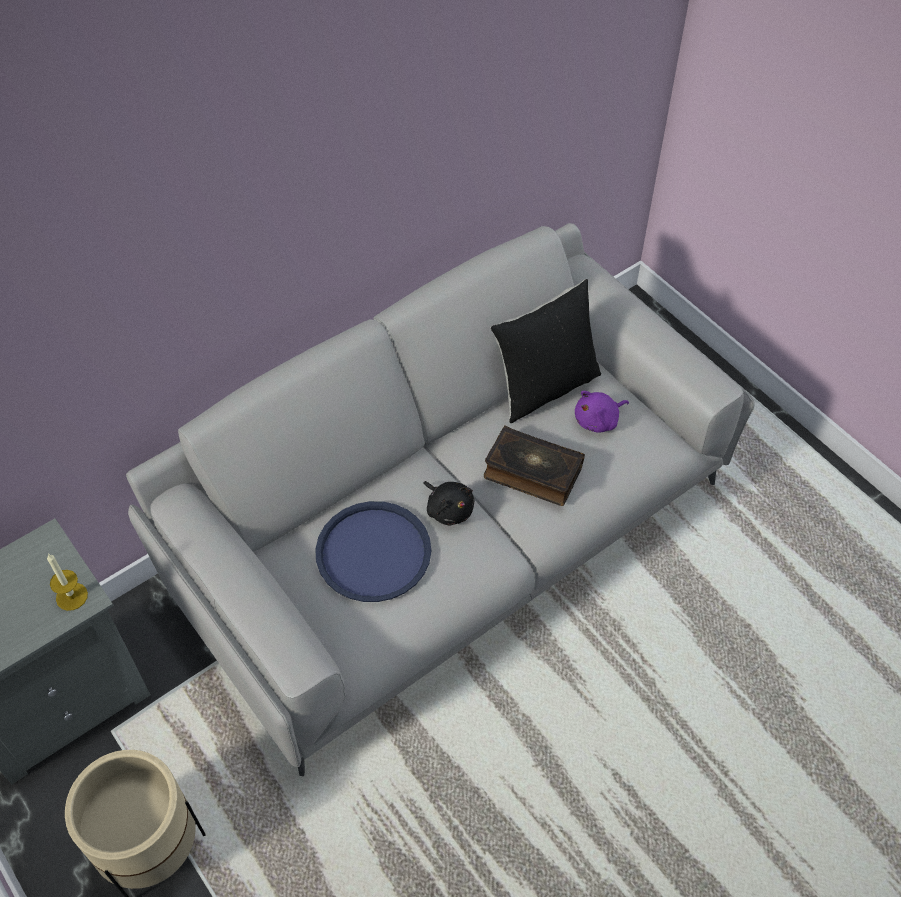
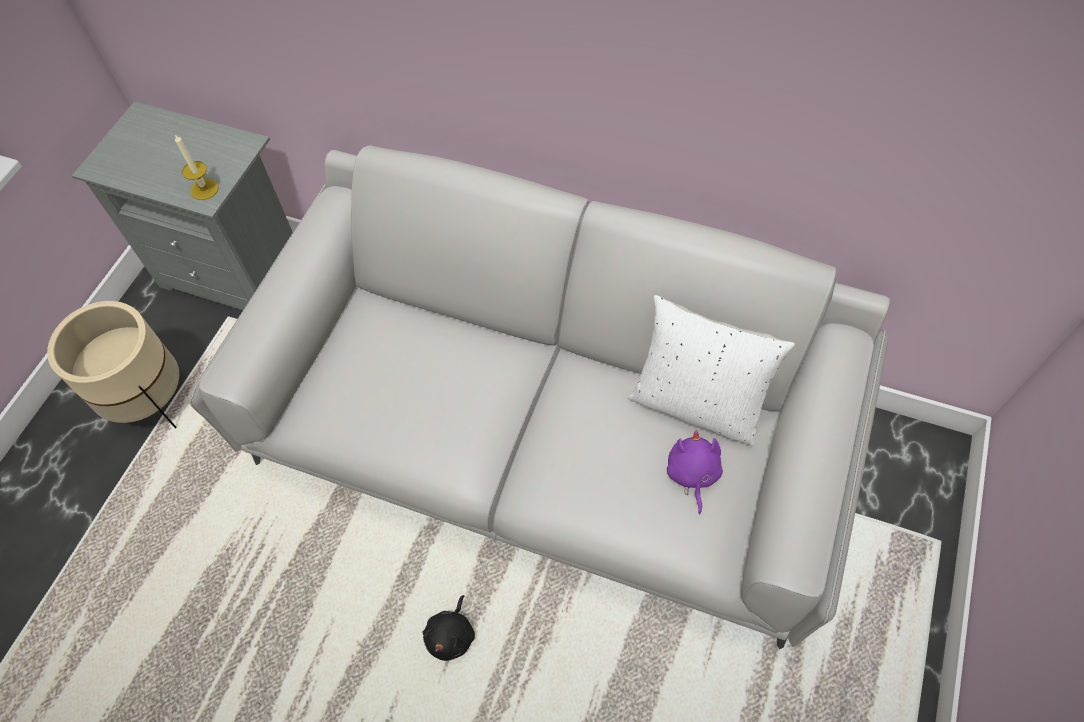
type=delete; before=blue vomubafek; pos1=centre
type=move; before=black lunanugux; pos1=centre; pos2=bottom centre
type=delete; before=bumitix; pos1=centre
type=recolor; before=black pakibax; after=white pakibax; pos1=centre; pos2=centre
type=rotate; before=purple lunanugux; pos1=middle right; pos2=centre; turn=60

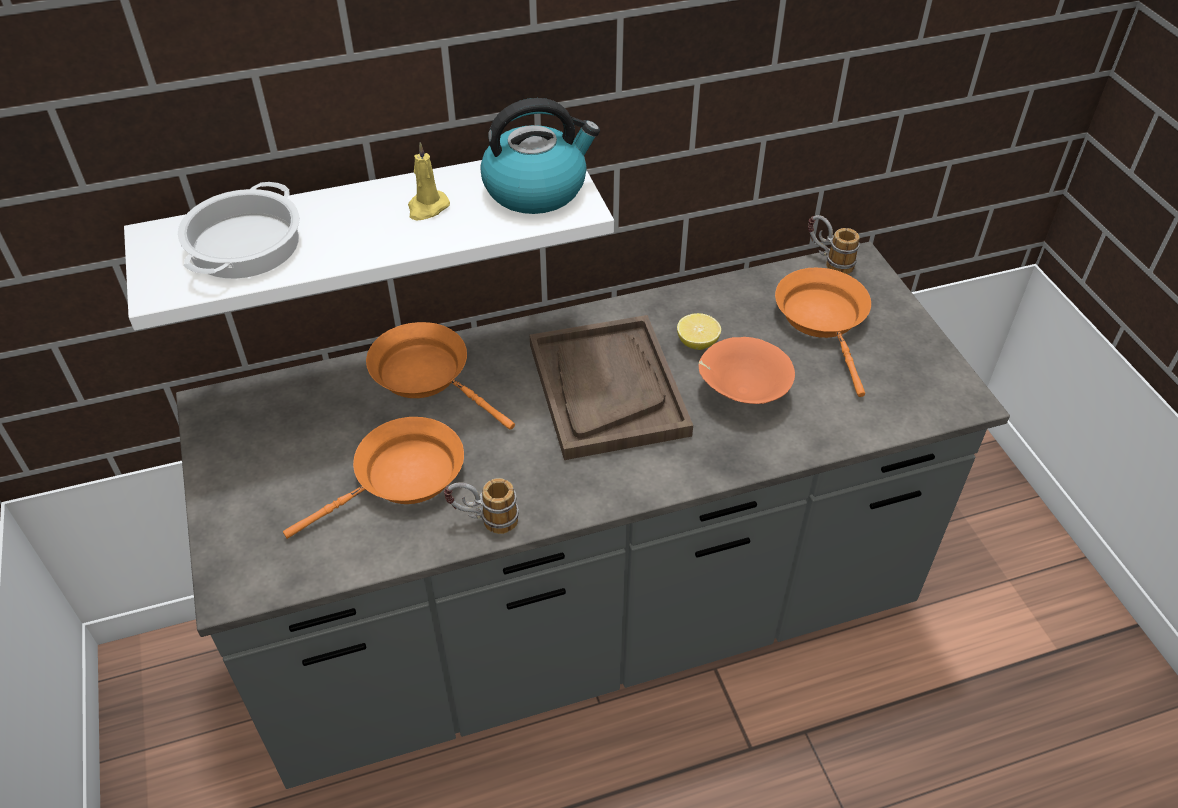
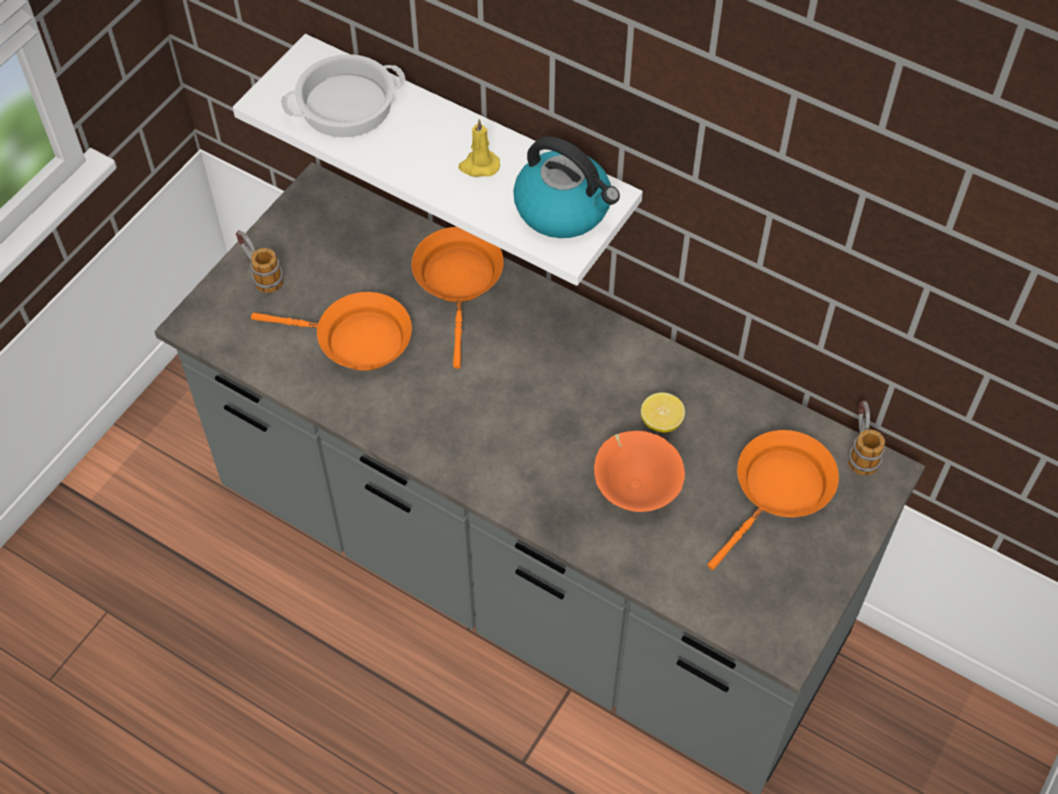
type=move; before=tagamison (1st from left); pos1=centre; pos2=top left
type=delete; before=brown vomubafek; pos1=centre

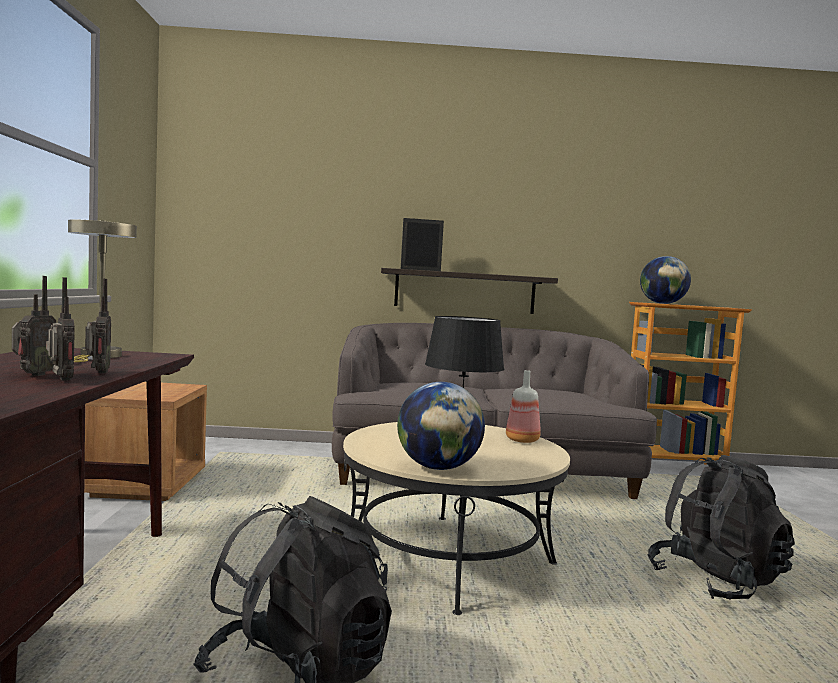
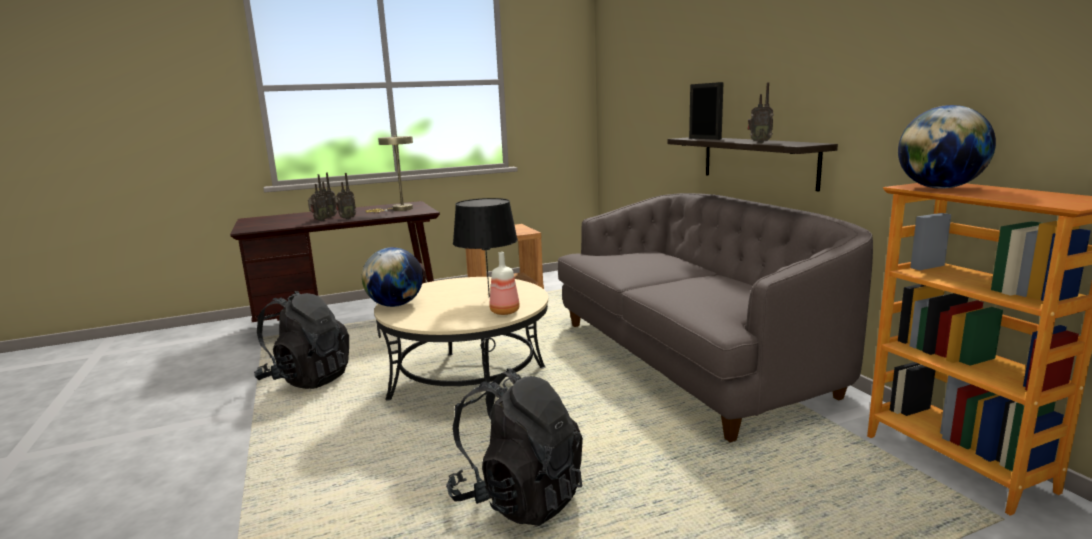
type=insert; after=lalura (4th from left); pos2=top right

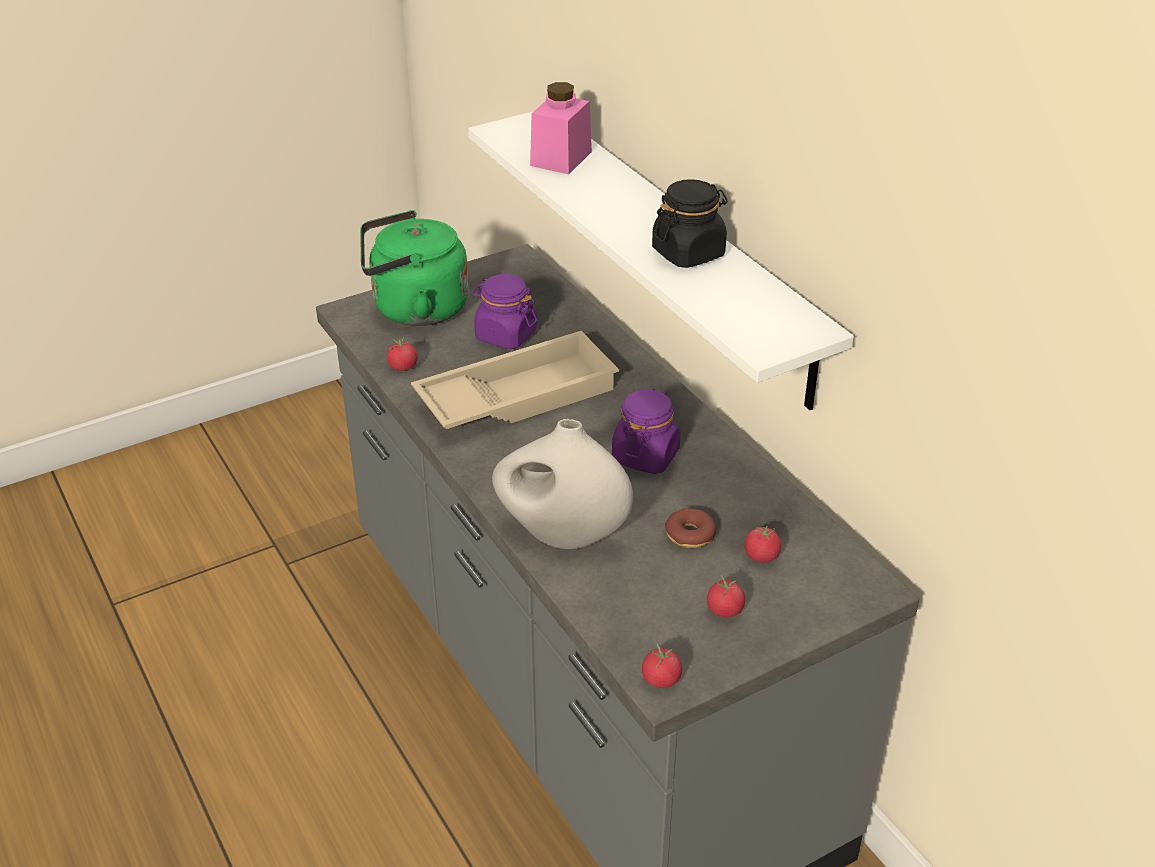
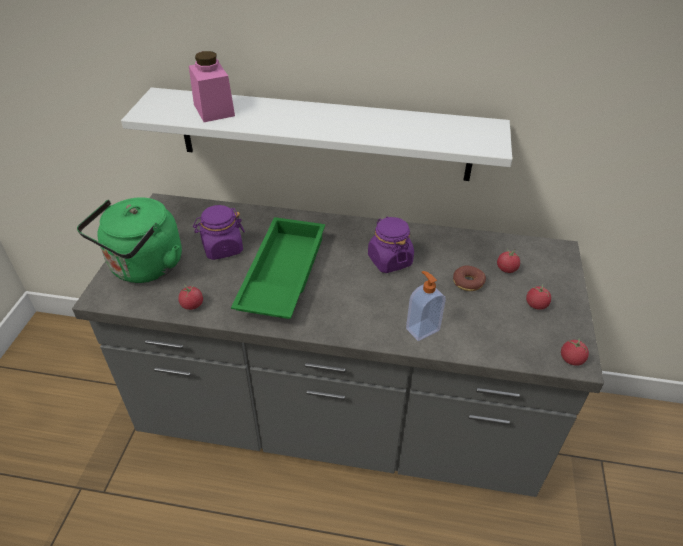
type=recolor; before=beige vomubafek; after=green vomubafek; pos1=centre; pos2=centre
type=replace; before=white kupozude; after=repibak; pos1=centre; pos2=centre
type=delete; before=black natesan; pos1=top centre

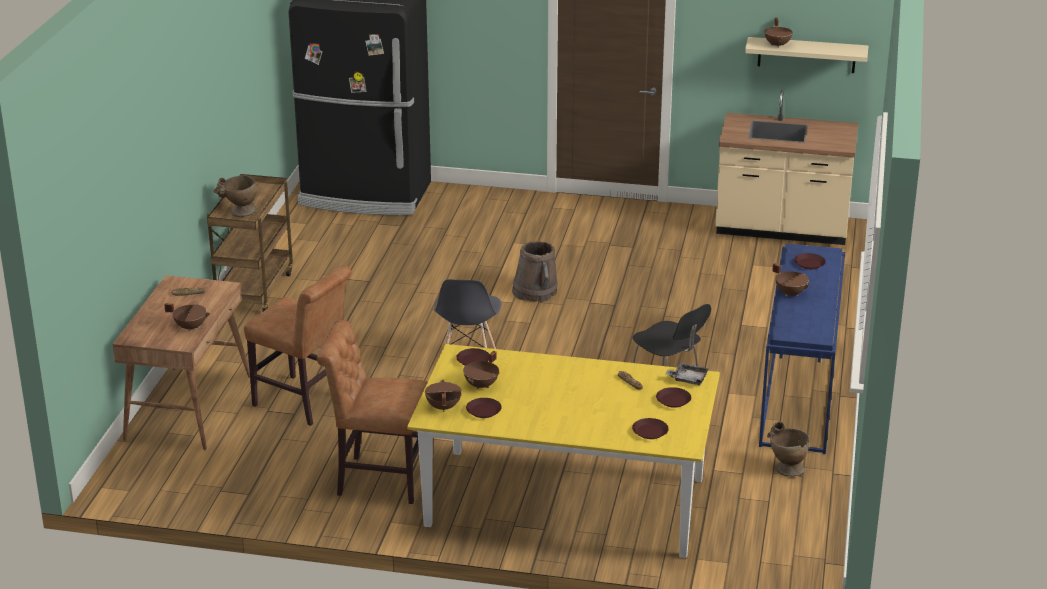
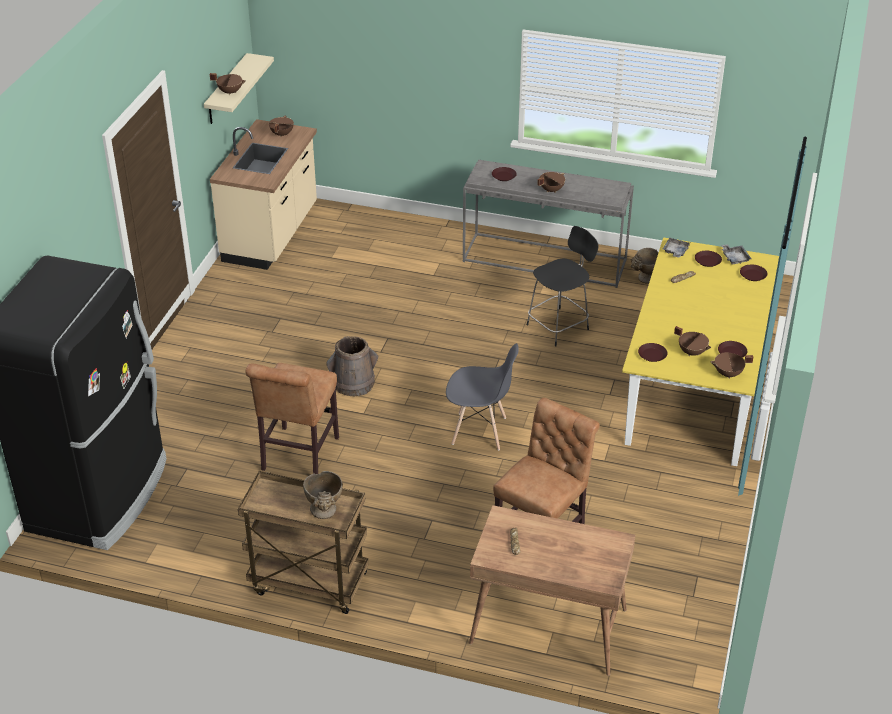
type=move; before=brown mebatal (1st from left in the first image); after=brown mebatal (2nd from left); pos1=middle left; pos2=top left
type=move; before=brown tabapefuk (2nd from left in the first image); after=brown tabapefuk (1st from left); pos1=bottom centre; pos2=middle left
type=recolor; before=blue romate; after=grey romate; pos1=middle right; pos2=top centre
type=insert; after=grey vomubafek (2nd from left); pos2=middle right

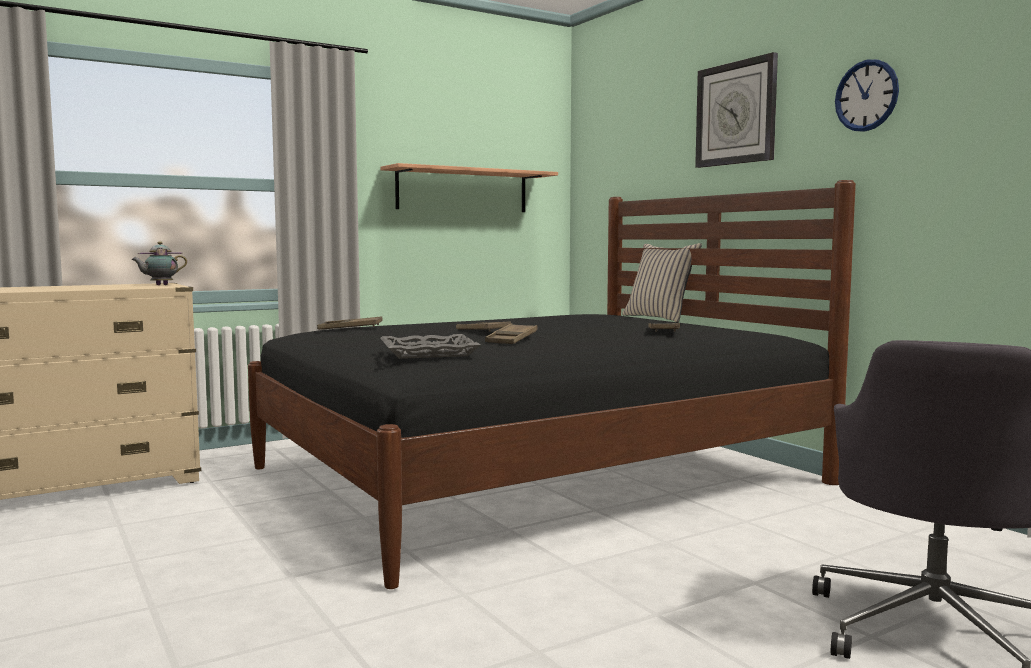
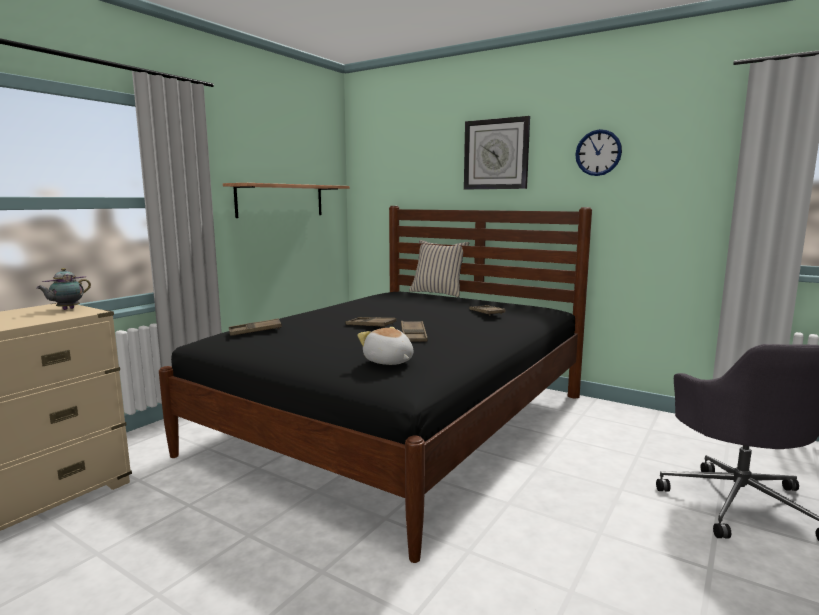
type=replace; before=grey vomubafek; after=lunanugux; pos1=centre; pos2=centre

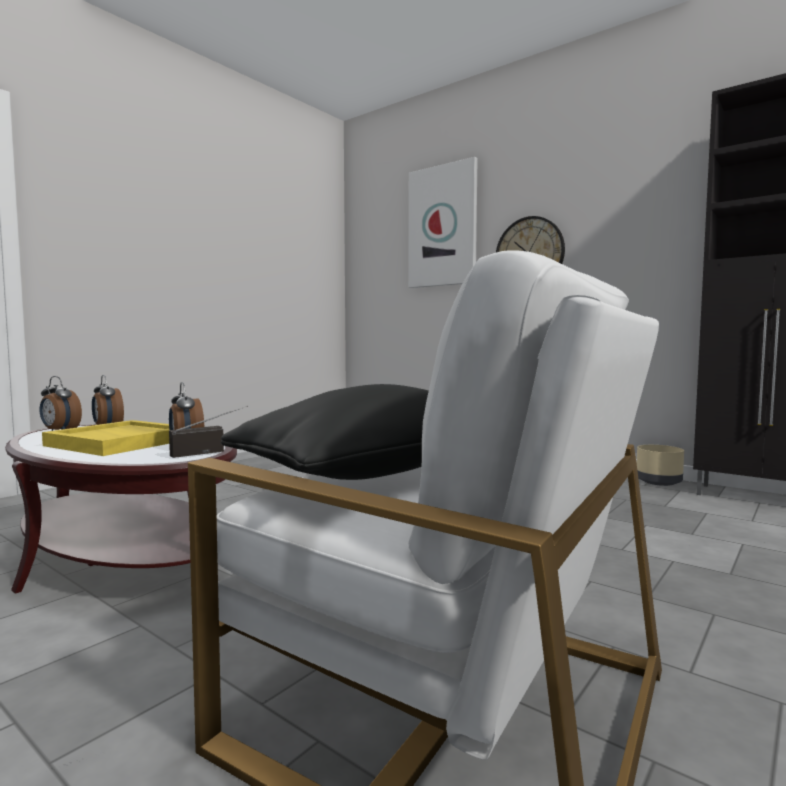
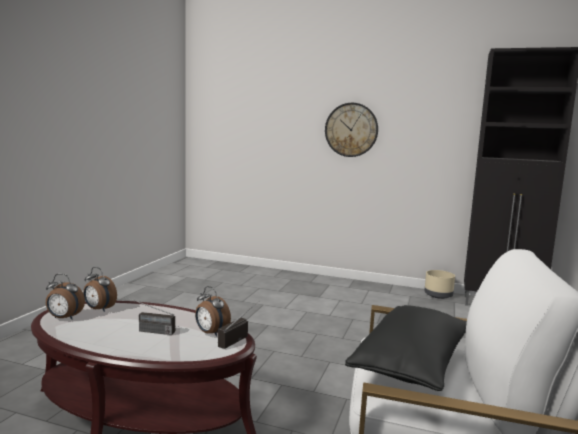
type=replace; before=yellow vomubafek; after=lalura (1st from left); pos1=middle left; pos2=bottom left
type=delete; before=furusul; pos1=top centre

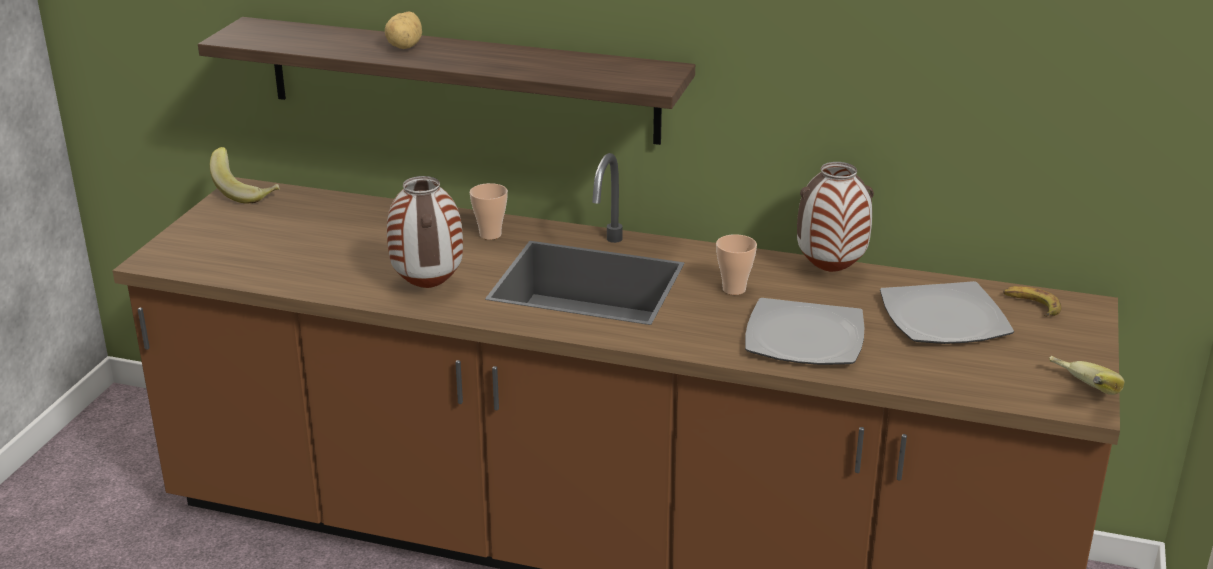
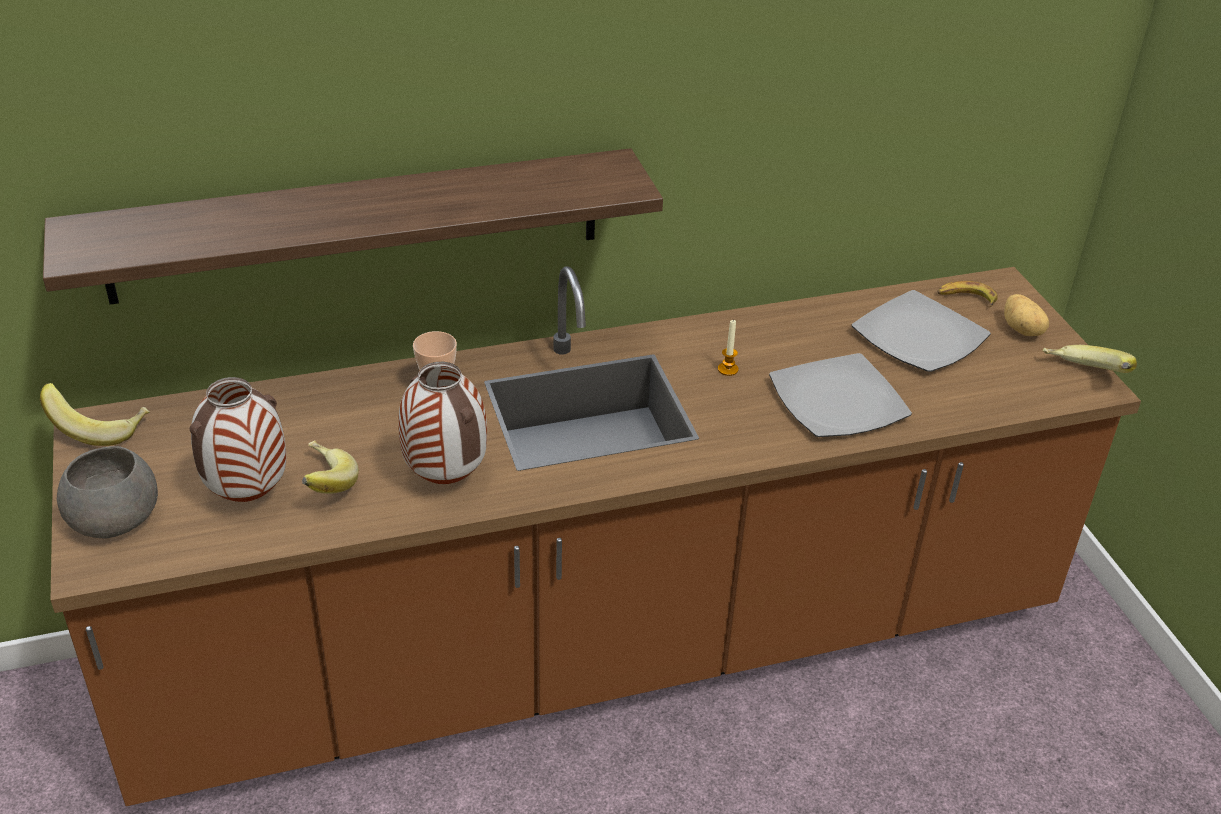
type=move; before=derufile; pos1=top left; pos2=middle right
type=replace; before=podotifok (2nd from left); after=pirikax; pos1=centre; pos2=centre
type=move; before=kupozude (2nd from left in the first image); after=kupozude (1st from left); pos1=middle right; pos2=middle left
type=insert; after=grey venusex; pos2=middle left
type=insert; after=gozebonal (2nd from left); pos2=middle left

